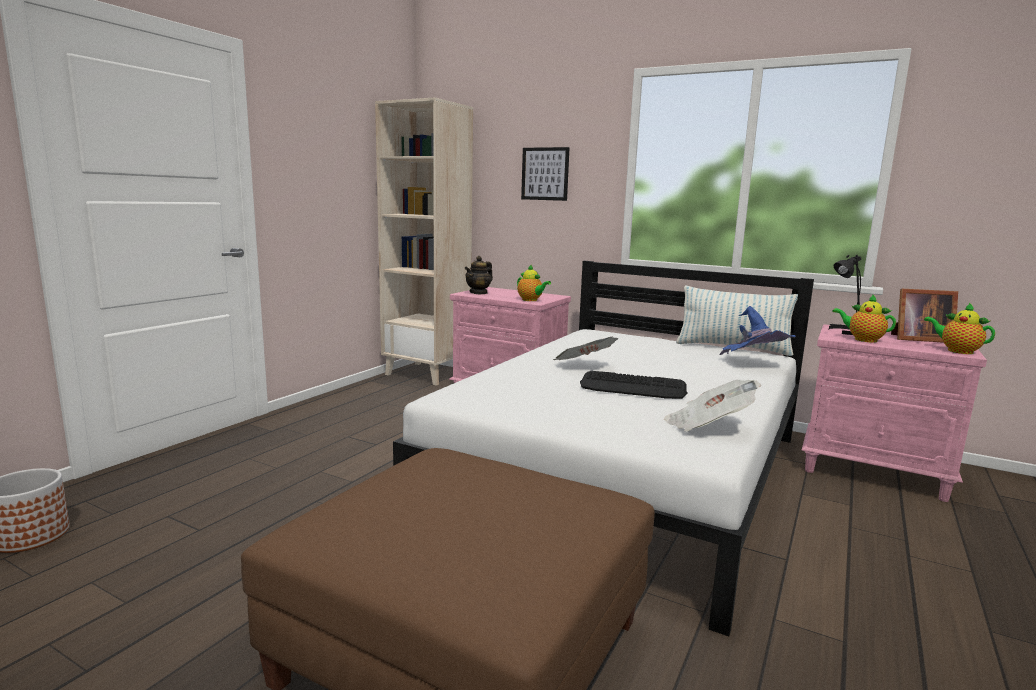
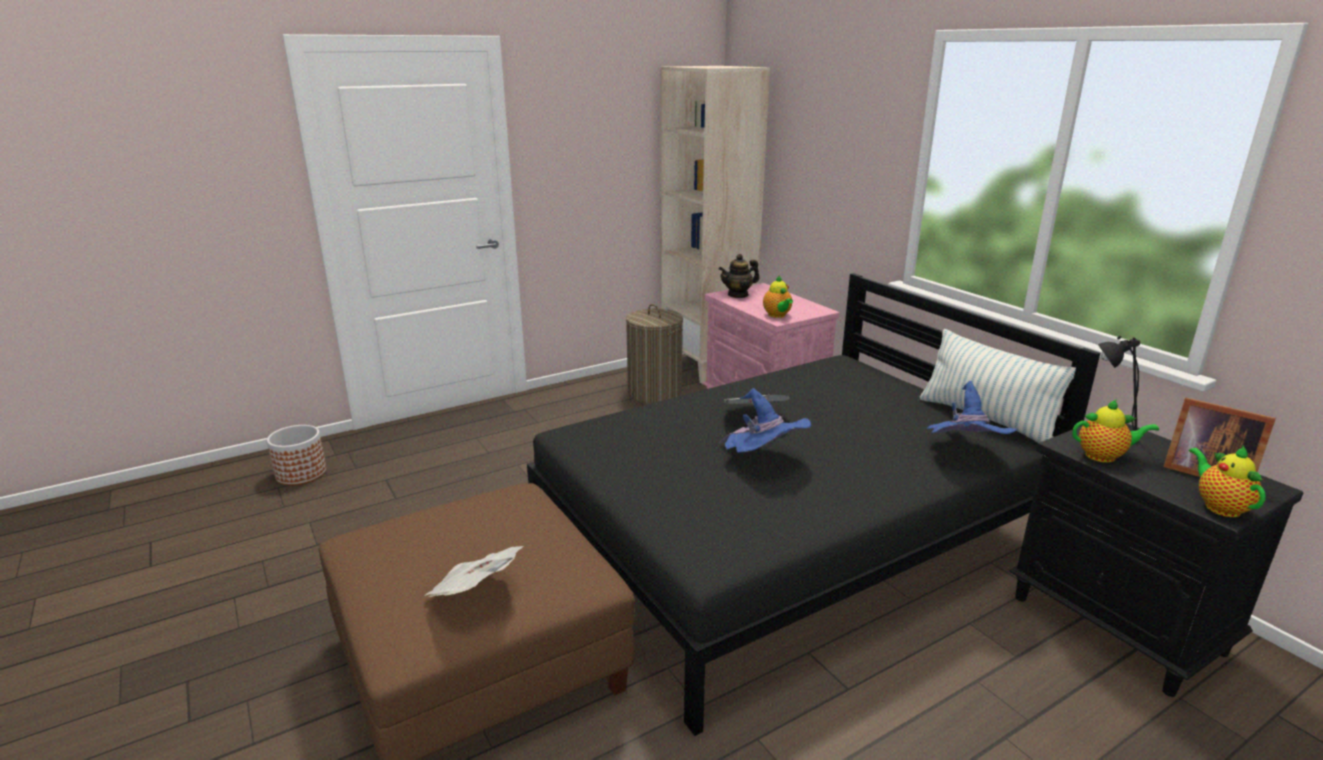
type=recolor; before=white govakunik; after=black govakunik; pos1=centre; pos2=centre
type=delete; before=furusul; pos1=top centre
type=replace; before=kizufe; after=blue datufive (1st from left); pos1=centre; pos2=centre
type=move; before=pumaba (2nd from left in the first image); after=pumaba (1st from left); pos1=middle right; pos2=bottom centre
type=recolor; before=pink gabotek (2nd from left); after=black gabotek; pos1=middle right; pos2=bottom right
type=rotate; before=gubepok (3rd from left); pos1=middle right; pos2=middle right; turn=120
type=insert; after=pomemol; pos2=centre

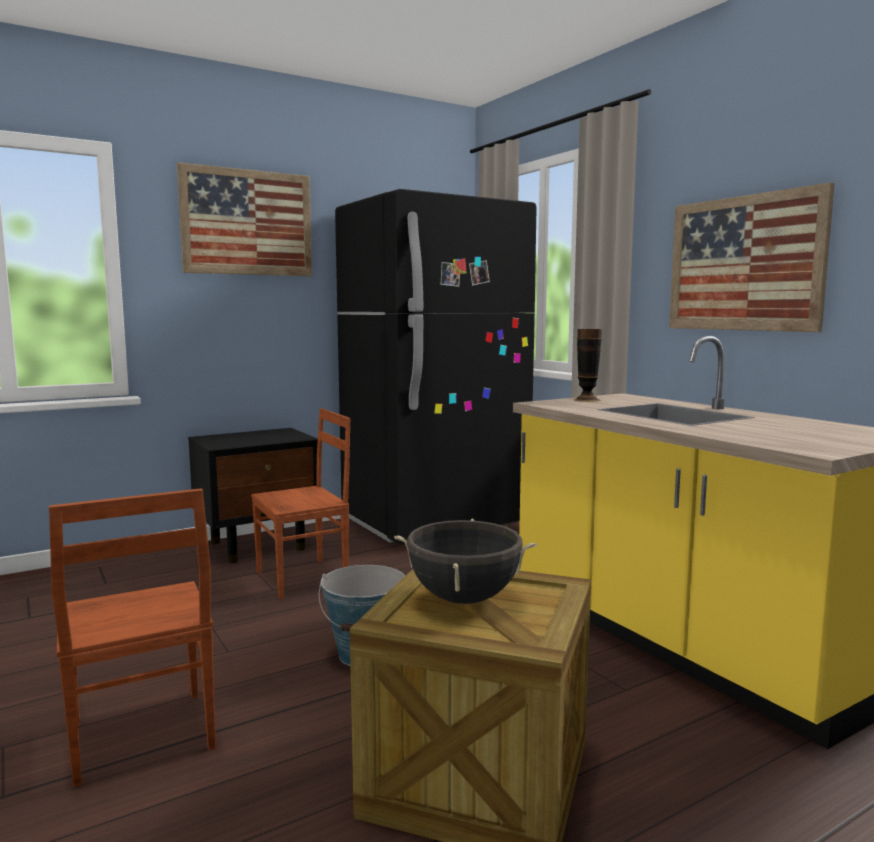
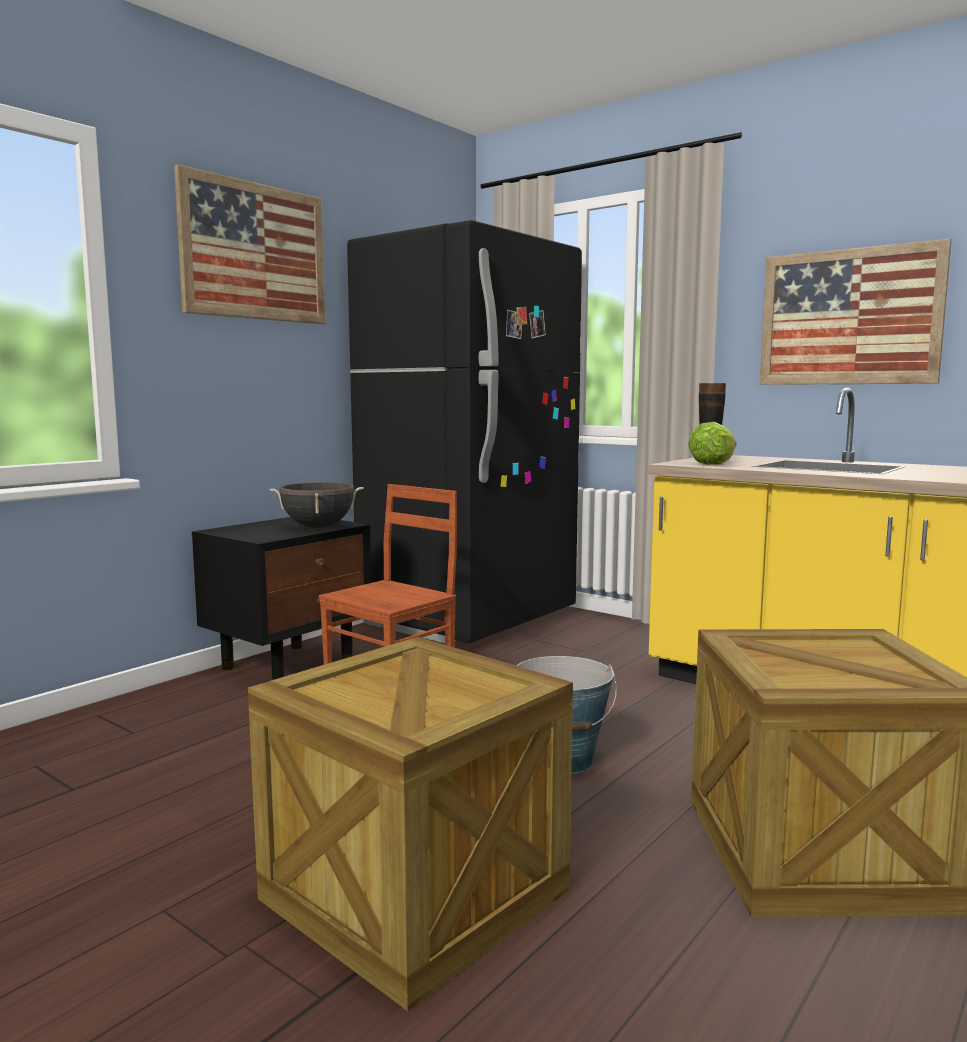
type=replace; before=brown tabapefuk (1st from left); after=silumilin (1st from left); pos1=bottom left; pos2=bottom centre
type=move; before=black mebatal; pos1=centre; pos2=middle left
type=insert; after=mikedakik; pos2=middle right

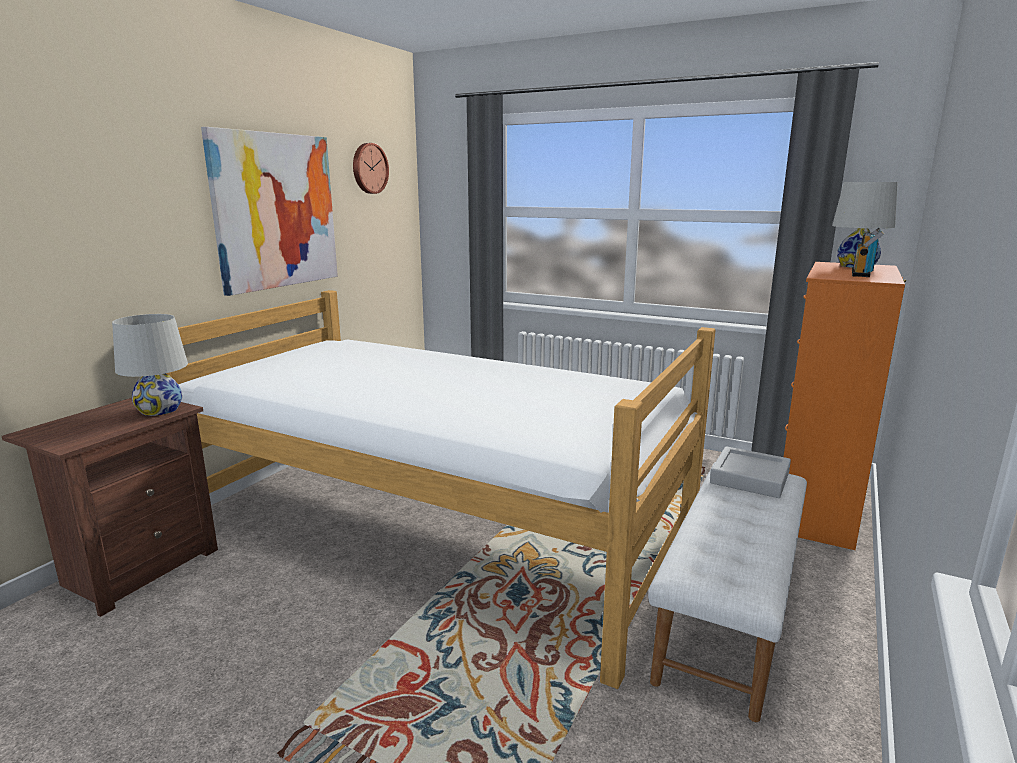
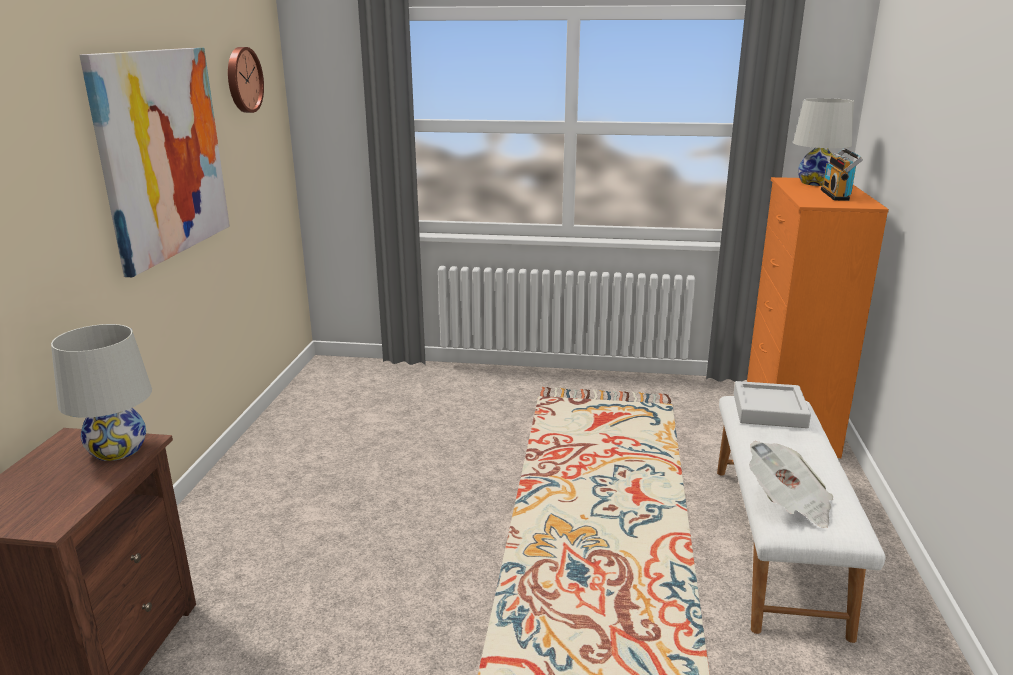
type=delete; before=govakunik; pos1=centre
type=insert; after=pumaba; pos2=bottom right

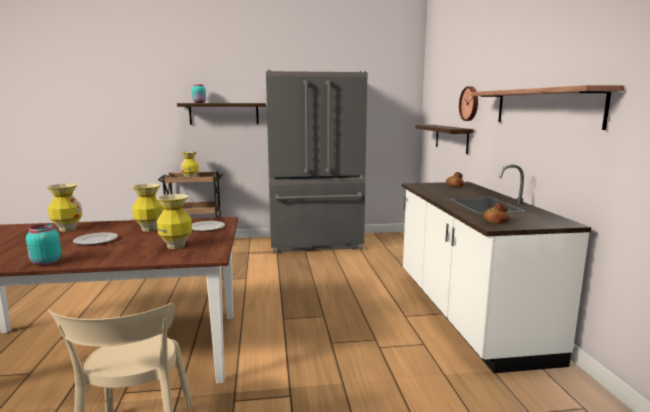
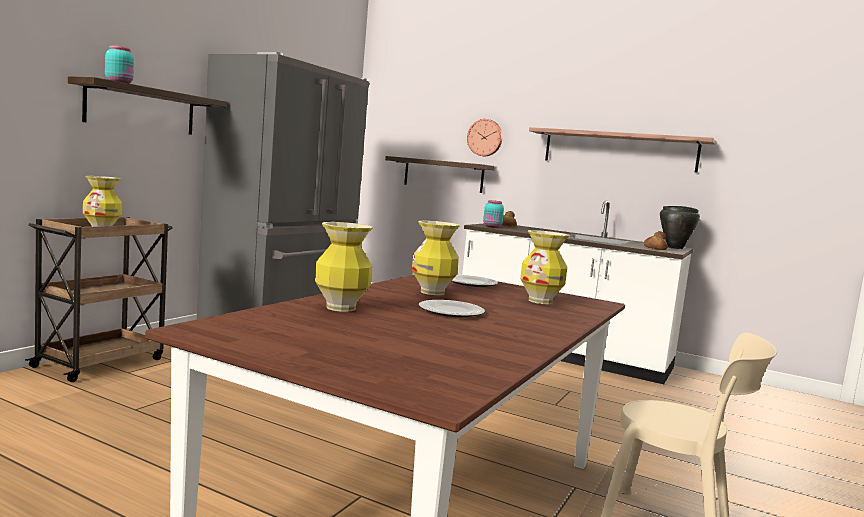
type=move; before=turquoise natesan (1st from left in the first image); after=turquoise natesan (2nd from left); pos1=middle left; pos2=centre
type=insert; after=black mebatal; pos2=middle right

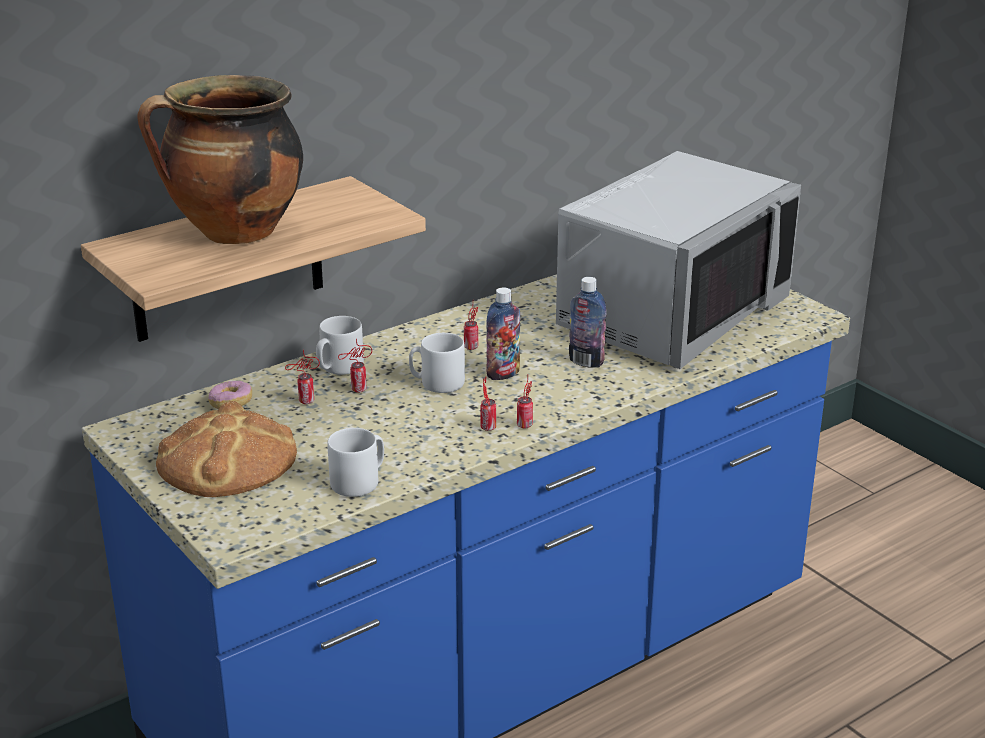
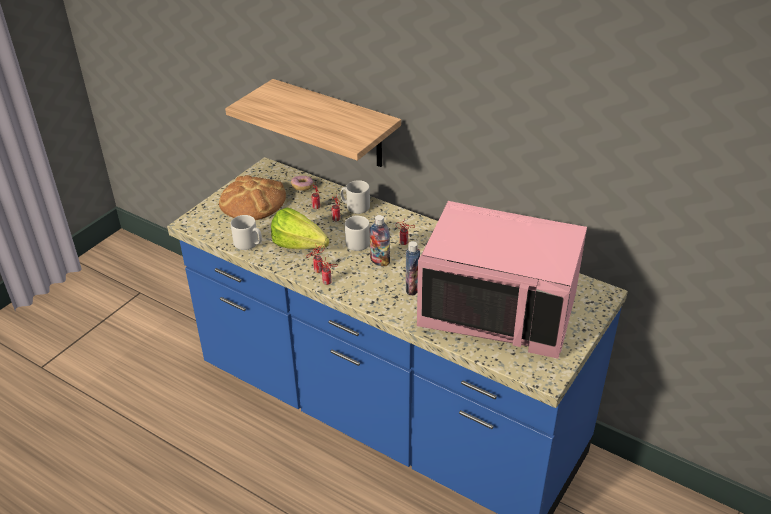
type=delete; before=mebatal; pos1=top left
type=recolor; before=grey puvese; after=pink puvese; pos1=middle right; pos2=centre
type=insert; after=mikedakik; pos2=centre

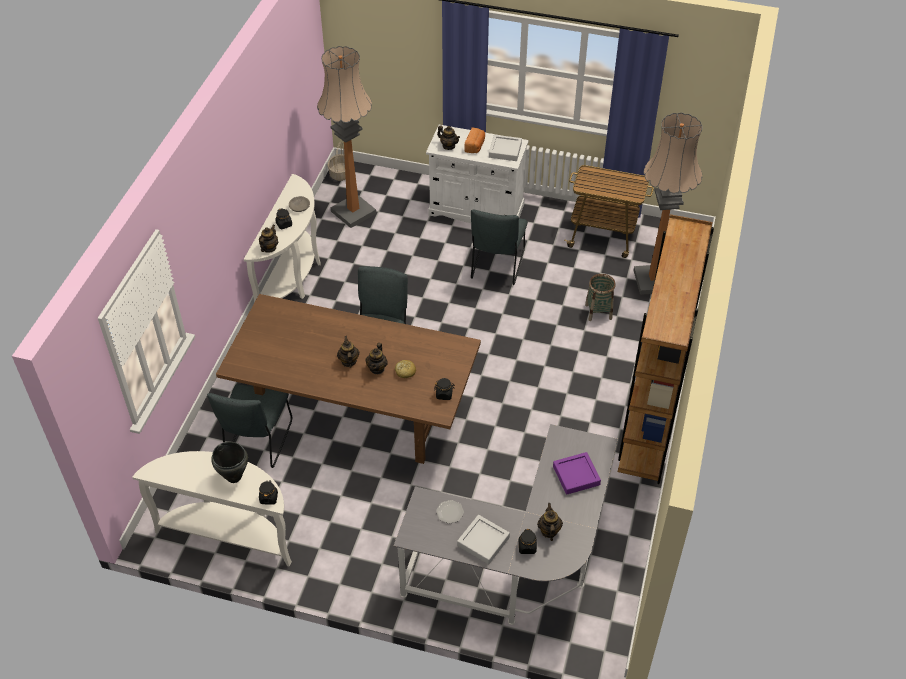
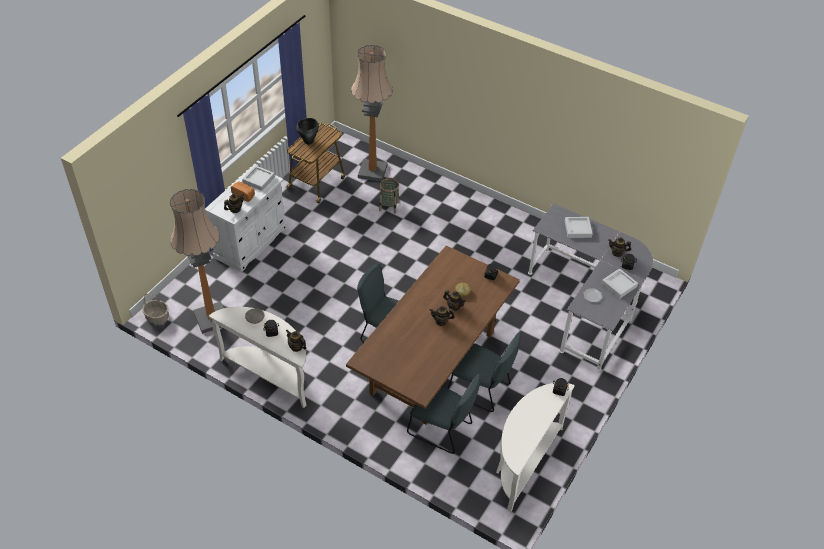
type=move; before=black mebatal; pos1=bottom left; pos2=top centre
type=move; before=grey tabapefuk (3rd from left); pos1=centre; pos2=bottom centre
type=recolor; before=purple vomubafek; after=grey vomubafek (2nd from left); pos1=bottom centre; pos2=middle right
type=delete; before=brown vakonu; pos1=middle right

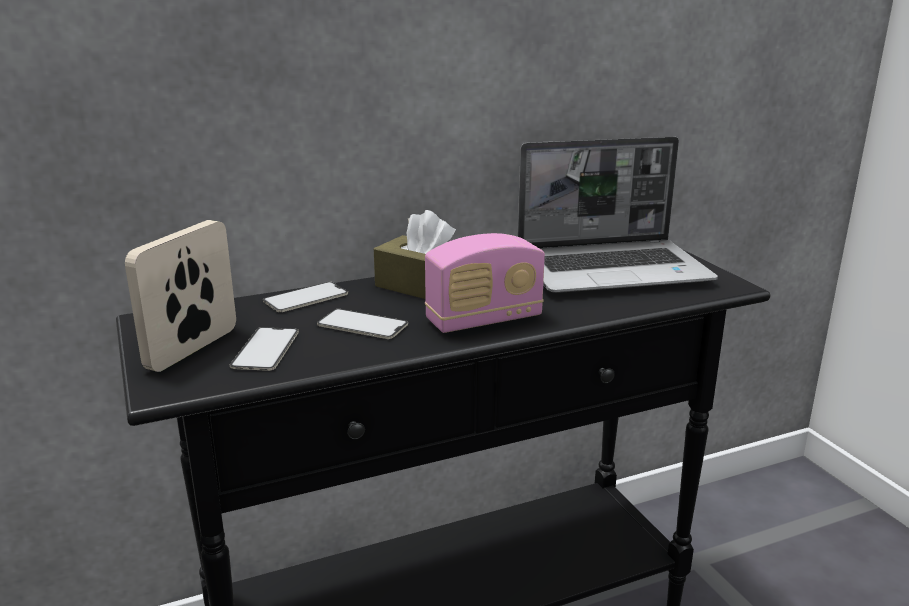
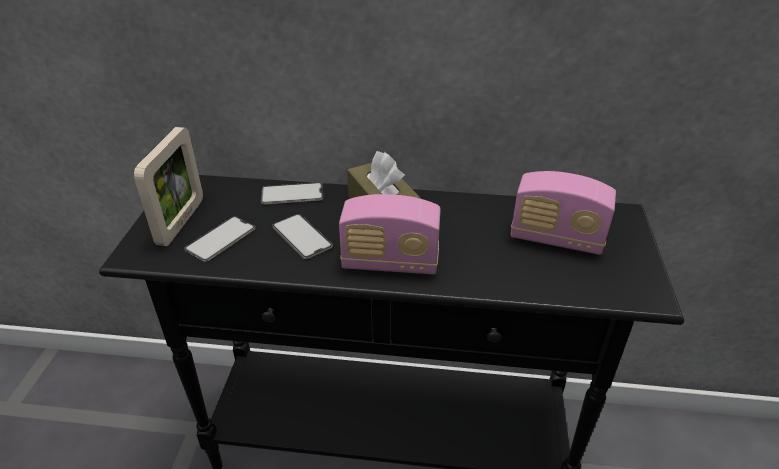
type=rotate; before=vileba; pos1=middle left; pos2=middle left; turn=135
type=replace; before=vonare; after=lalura (2nd from left); pos1=middle right; pos2=middle right

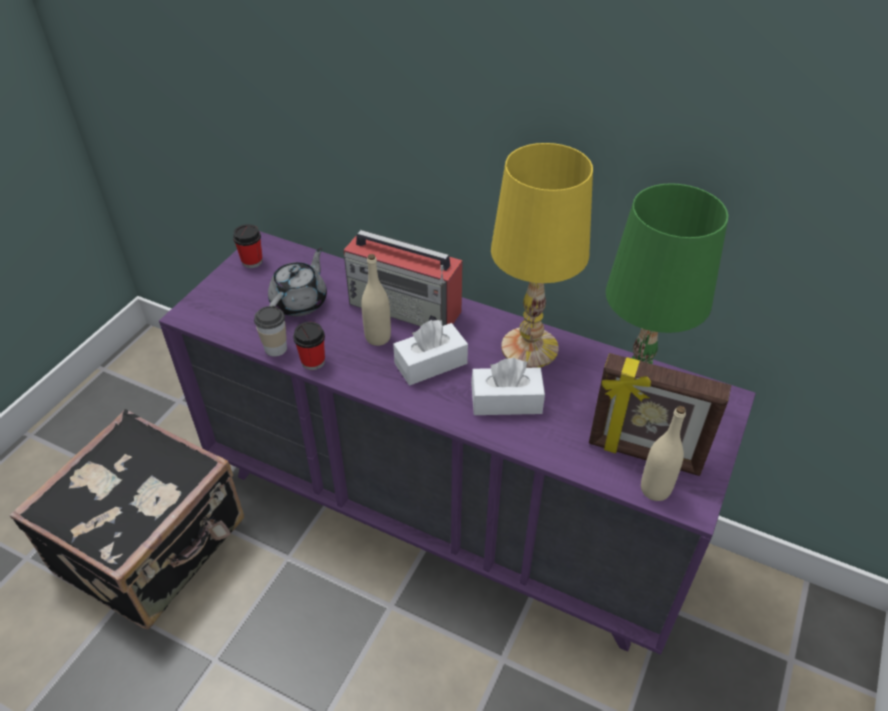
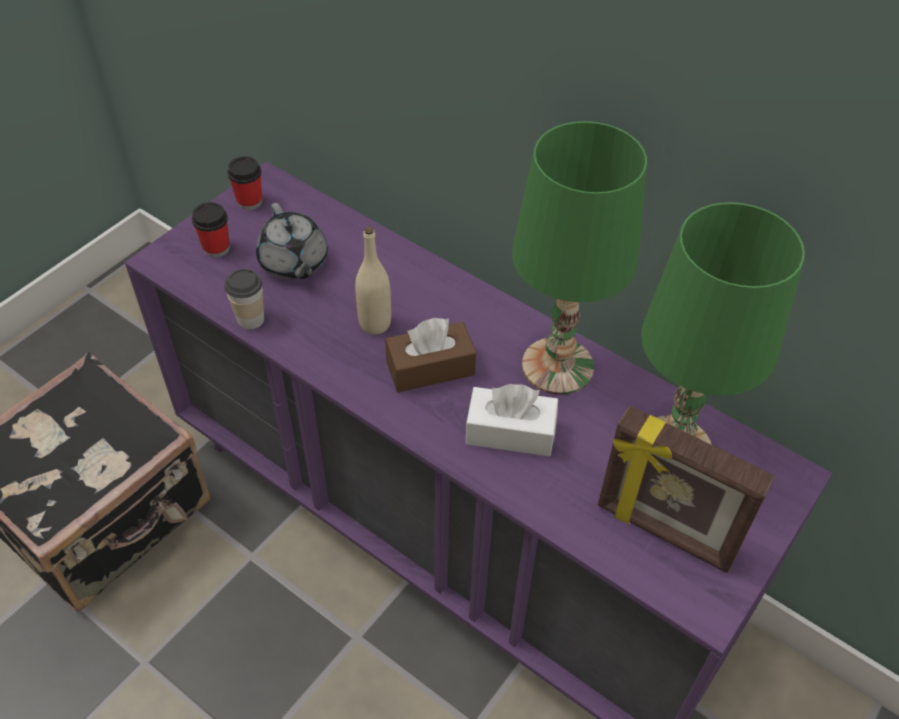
type=rotate; before=grey gubepok; pos1=centre; pos2=middle left; turn=120
type=move; before=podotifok (3rd from left in the first image); after=podotifok (1st from left); pos1=centre; pos2=top left
type=delete; before=lalura; pos1=centre
type=recolor; before=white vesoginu (1st from left); after=brown vesoginu; pos1=centre; pos2=centre
type=recolor; before=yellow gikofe; after=green gikofe (1st from left); pos1=centre; pos2=centre
type=delete; before=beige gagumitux (2nd from left); pos1=middle right

